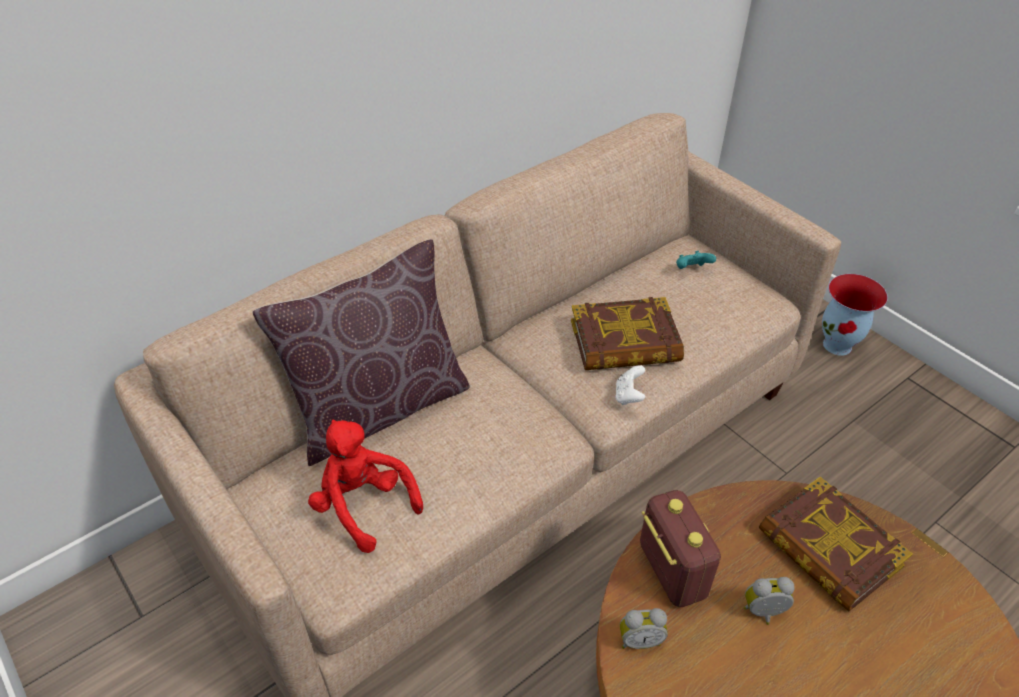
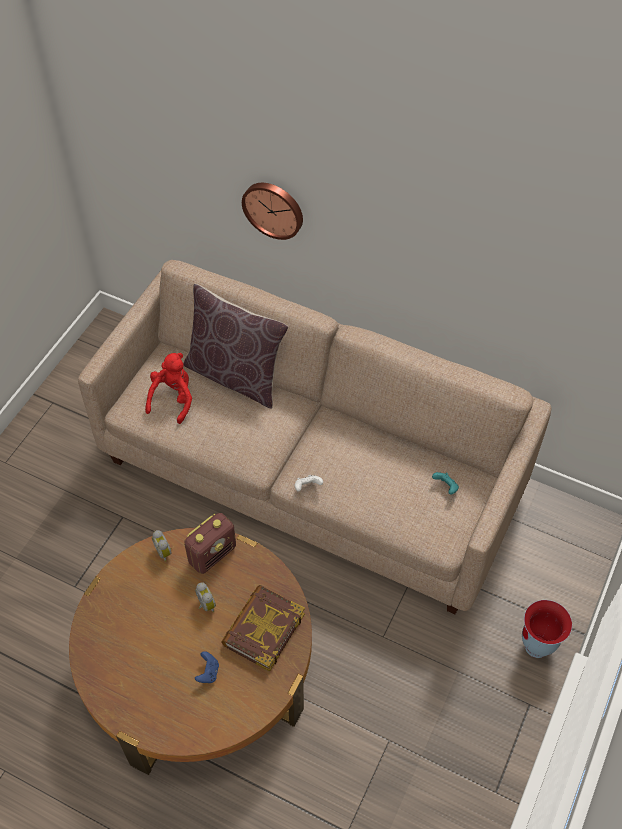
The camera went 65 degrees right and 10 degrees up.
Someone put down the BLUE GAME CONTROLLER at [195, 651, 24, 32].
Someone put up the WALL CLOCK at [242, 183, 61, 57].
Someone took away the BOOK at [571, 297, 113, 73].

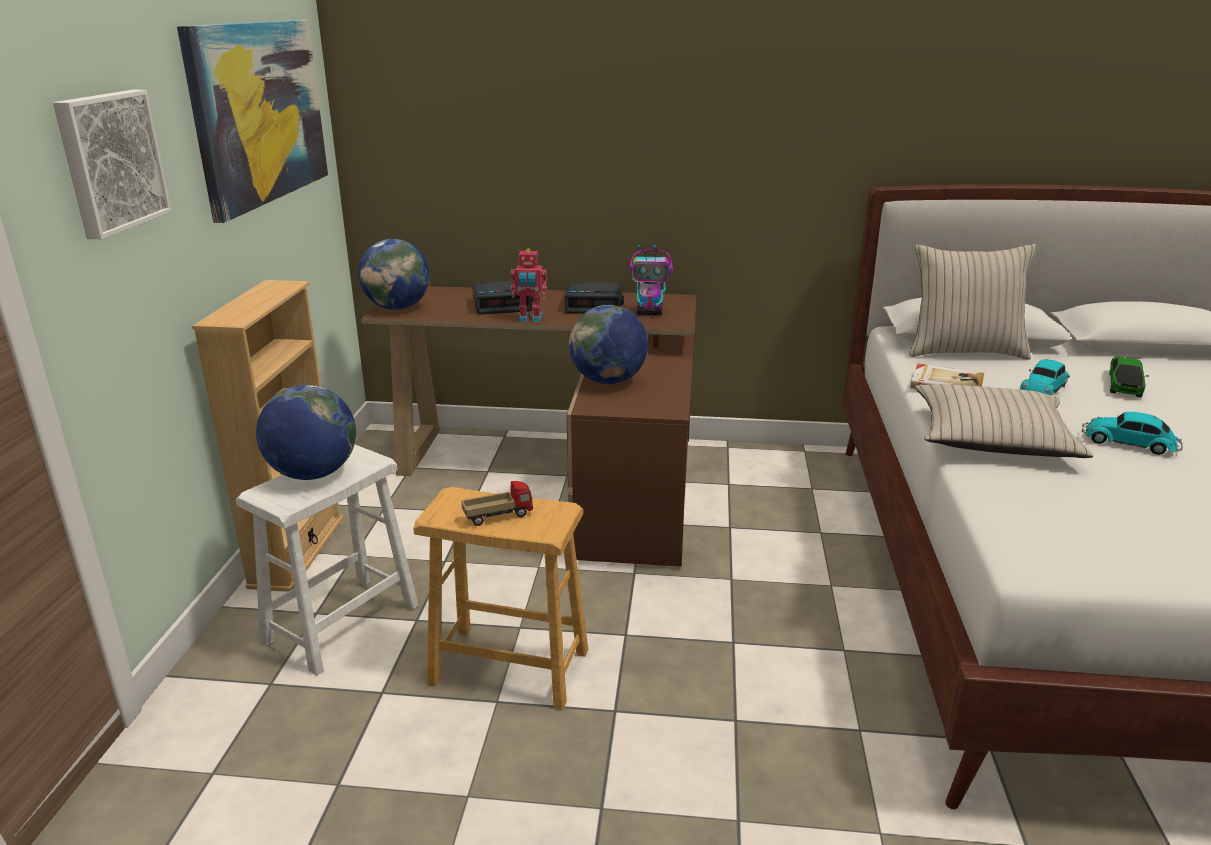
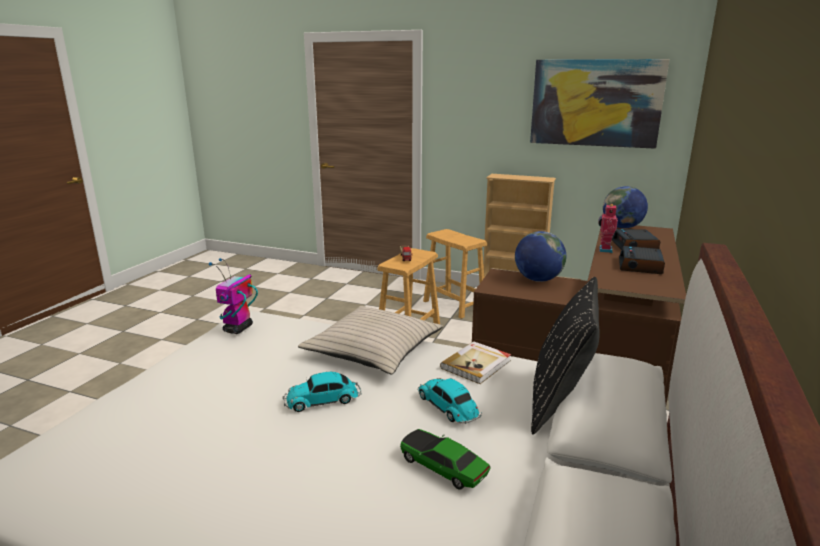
The camera went 105 degrees right and 5 degrees down.
Someone carried the TOY ROBOT from [629, 244, 44, 71] to [209, 258, 49, 76].
Someone rotated the TOY CAR at [1082, 412, 101, 43] by 150 degrees counterclockwise.
Someone repainted the WHITE STOOL at [236, 444, 183, 231], which became the BROWN STOOL at [423, 229, 64, 90].
Someone repainted the BEIGE PILLOW at [909, 244, 127, 116], which became the BLACK PILLOW at [531, 277, 69, 158].
Someone took away the PICTURE at [53, 90, 119, 149].
Someone took away the GLOBE at [256, 385, 100, 95].

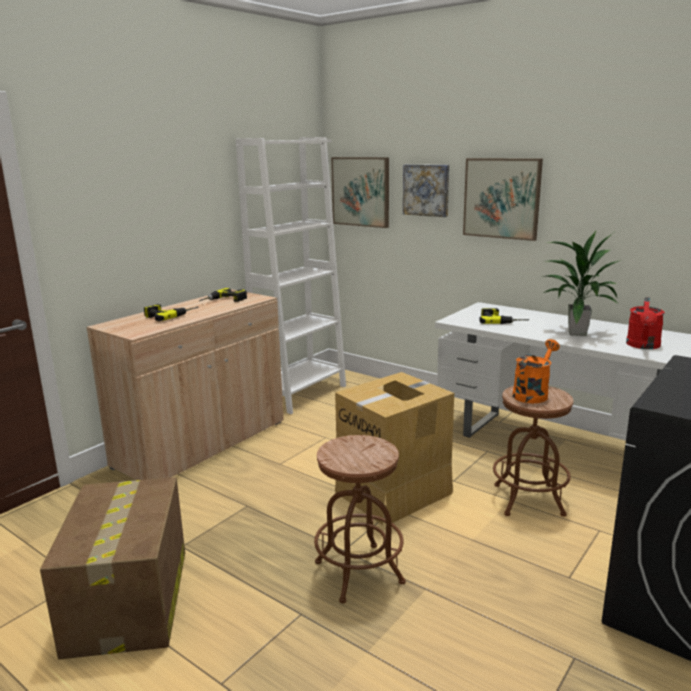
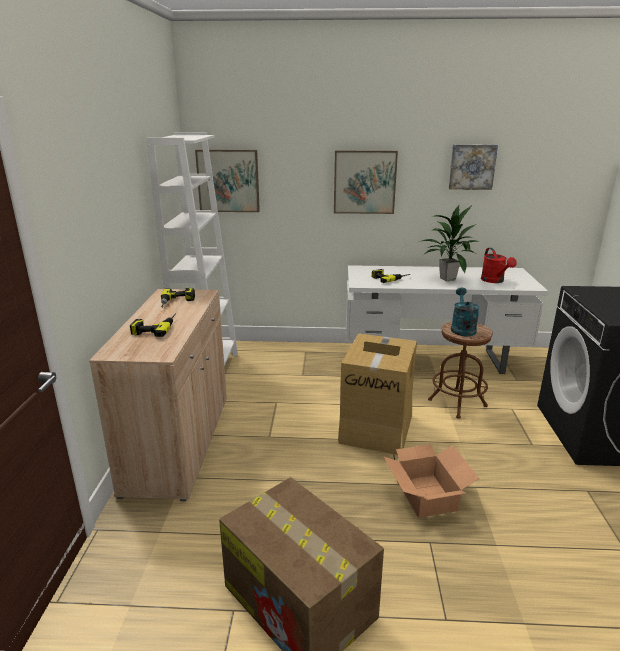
The camera went 35 degrees left and 5 degrees up.
Someone swapped the BROWN STOOL at [314, 435, 92, 168] for the CARDBOARD BOX at [383, 444, 96, 74].
Someone carried the PICTURE from [403, 164, 46, 53] to [448, 144, 50, 46].
Someone repainted the ORANGE WATERING CAN at [512, 339, 48, 64], which became the TURQUOISE WATERING CAN at [451, 288, 29, 48].

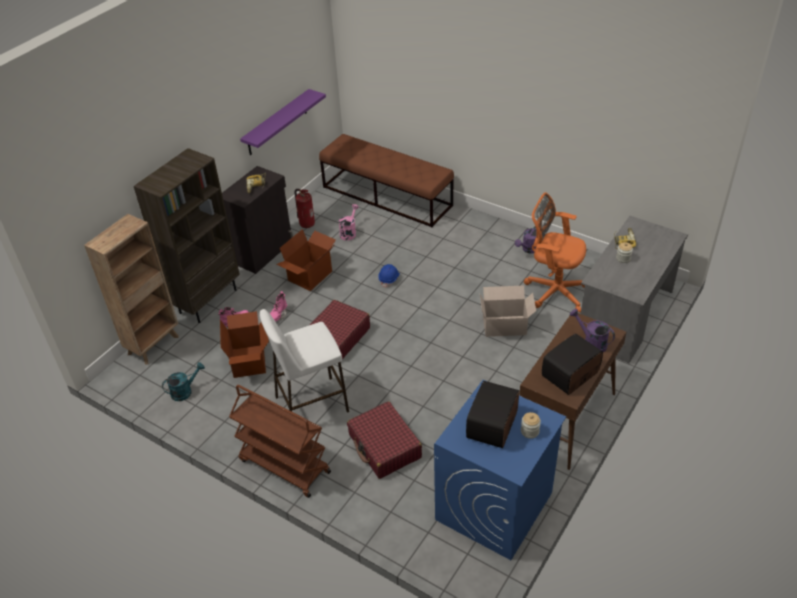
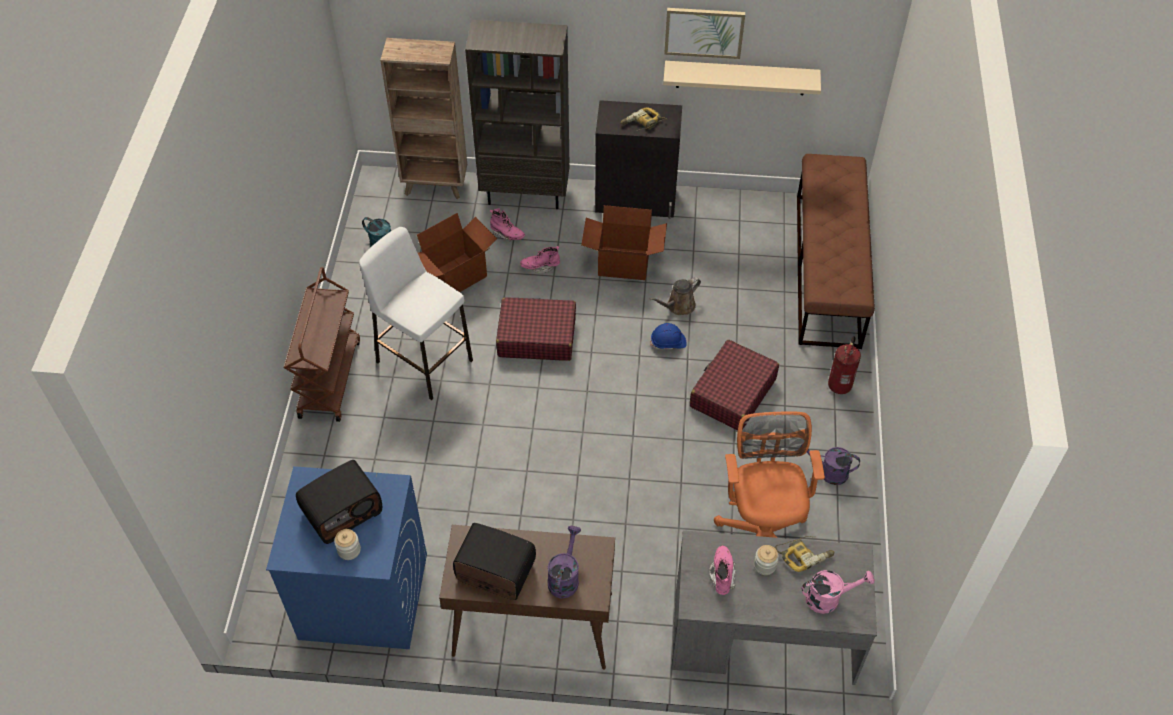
The camera went 60 degrees right and 10 degrees up.
Someone rotated the RADIO at [466, 381, 53, 67] by 150 degrees clockwise.
Someone put down the BROWN WATERING CAN at [650, 277, 51, 38].
Someone repainted the PURPLE SHELF at [240, 89, 86, 66], which became the BEIGE SHELF at [663, 61, 158, 34].
Someone put up the PICTURE at [664, 8, 81, 51].
Someone carried the RED SUITCASE from [347, 401, 75, 78] to [690, 340, 89, 90].
Someone put down the PINK BOOT at [709, 545, 27, 50].
Someone carried the PINK WATERING CAN from [339, 204, 20, 37] to [802, 570, 73, 44].
Someone carried the FIRE EXTINGUISHER from [294, 189, 21, 39] to [828, 337, 33, 57].
Someone took away the CARDBOARD BOX at [480, 286, 56, 51].

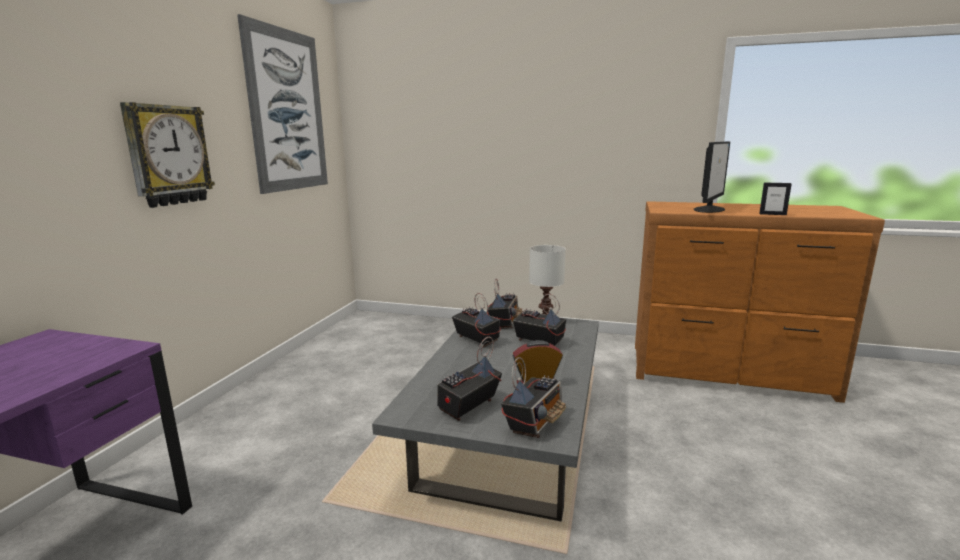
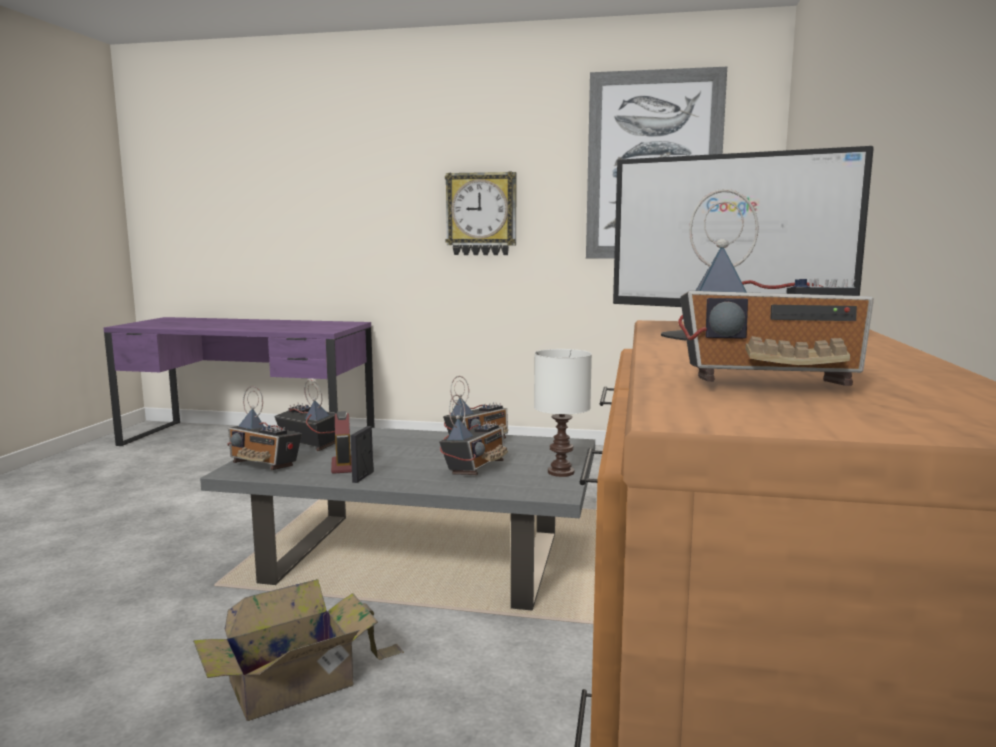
The camera went 85 degrees right and 5 degrees down.
Someone put down the CARDBOARD BOX at [193, 579, 211, 142].
Someone carried the PICTURE FRAME from [759, 182, 33, 33] to [351, 426, 23, 57].
Someone carried the RADIO from [487, 279, 35, 50] to [678, 189, 196, 197].

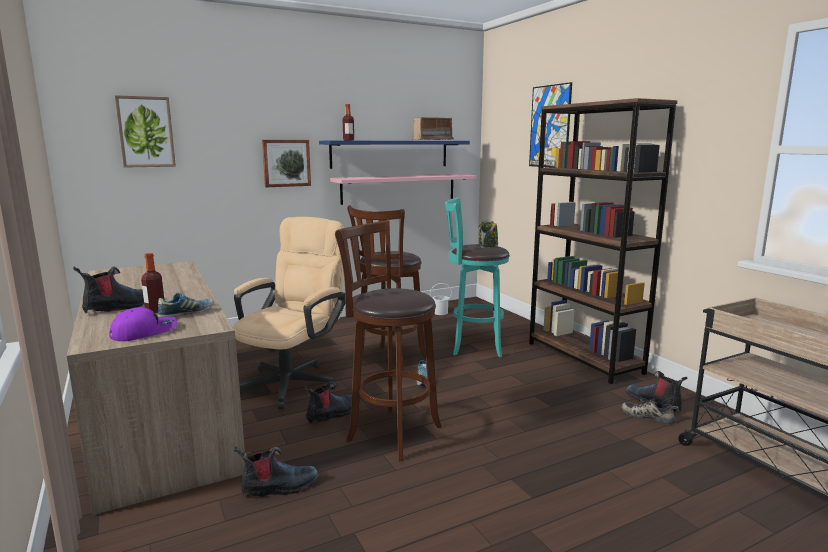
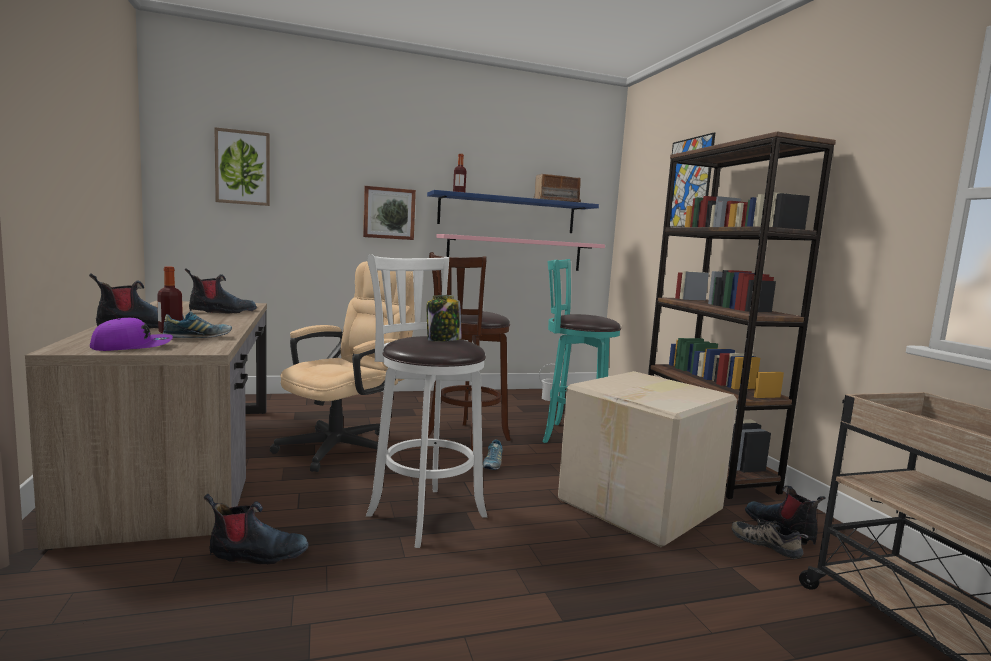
The camera went 10 degrees right and 5 degrees down.
Someone carried the BOOT from [303, 381, 49, 43] to [185, 268, 72, 45].
Someone repainted the BROWN STOOL at [335, 220, 107, 241], which became the WHITE STOOL at [366, 254, 121, 294].
Someone carried the JAR from [479, 221, 19, 27] to [427, 295, 34, 46].
Someone put down the CARDBOARD BOX at [558, 371, 179, 176].

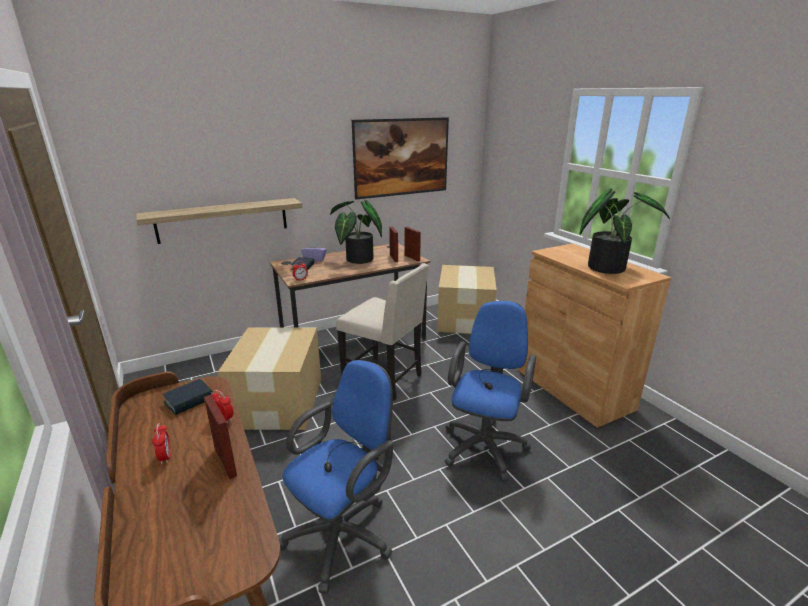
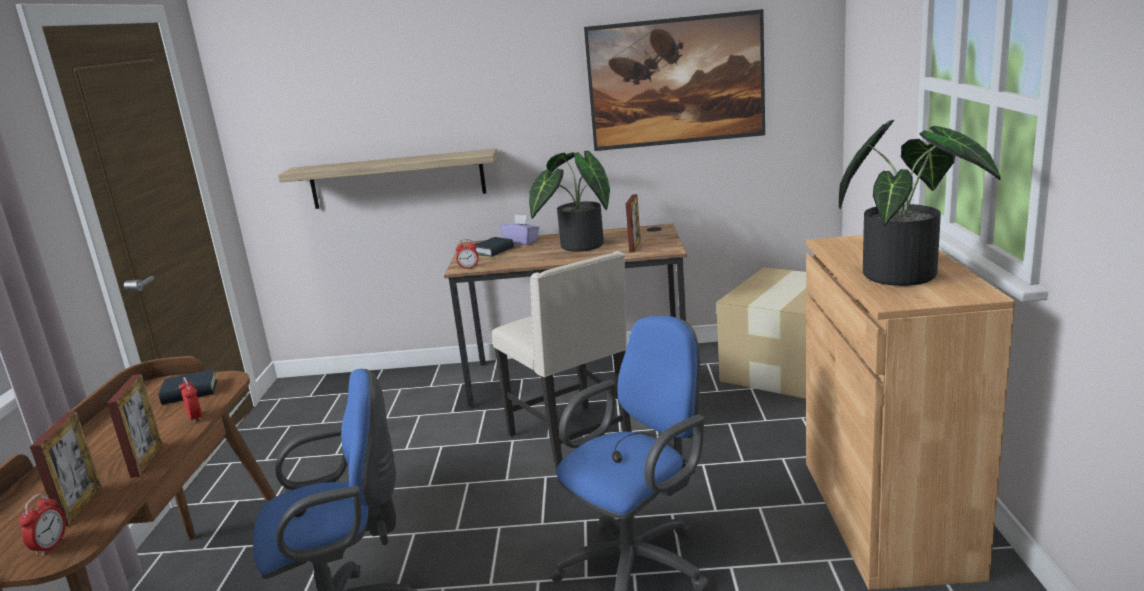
The camera went 30 degrees right and 5 degrees down.
Someone carried the ALARM CLOCK from [152, 423, 19, 41] to [19, 494, 47, 62].
Someone carried the PICTURE FRAME from [404, 227, 17, 35] to [30, 411, 71, 116].
Someone took away the CARDBOARD BOX at [218, 327, 103, 103].

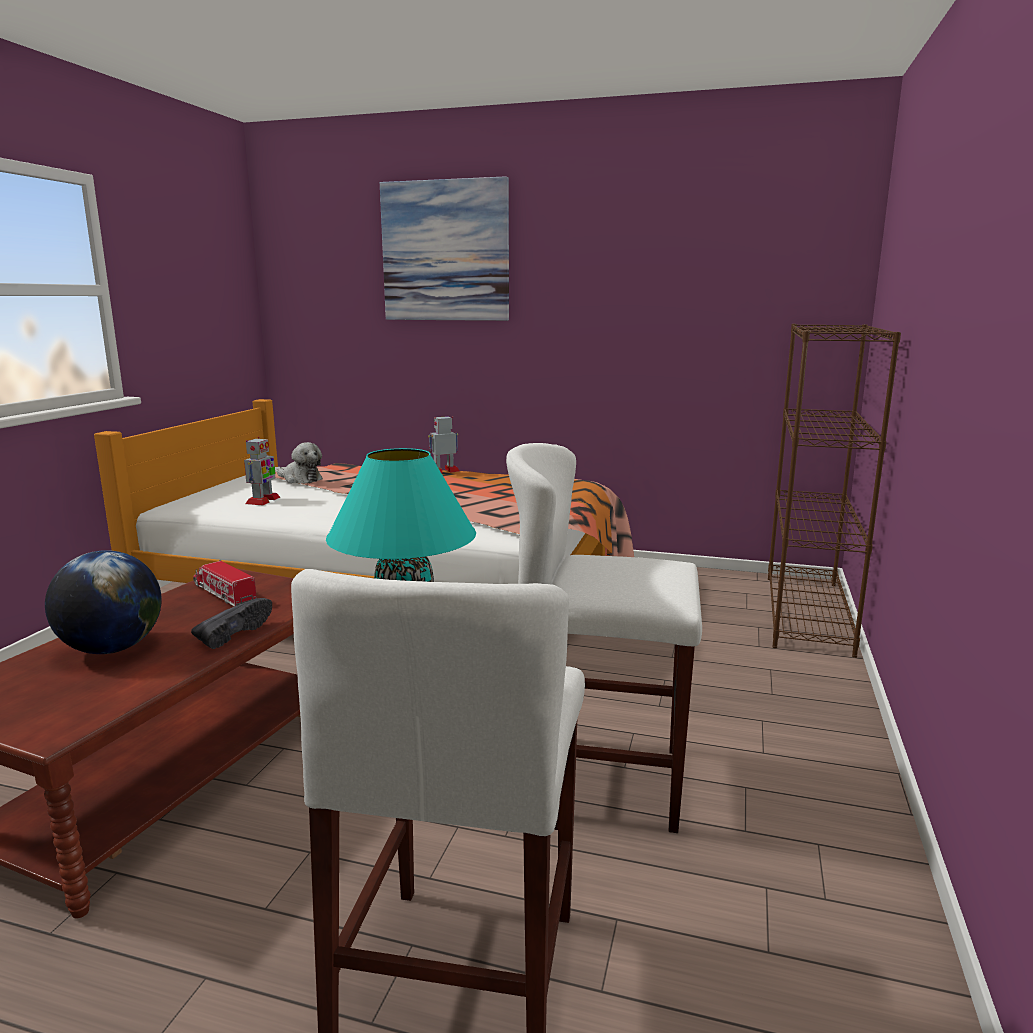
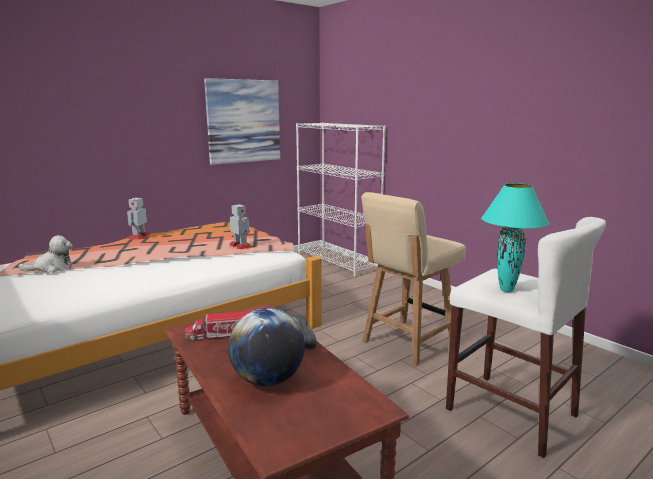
The camera went 55 degrees left and 0 degrees up.
Someone carried the PICTURE from [380, 176, 129, 145] to [204, 78, 76, 87].
Someone carried the TOY ROBOT from [244, 437, 36, 68] to [229, 204, 23, 46].
Someone repainted the BROWN BOOKCASE at [768, 324, 133, 334], which became the WHITE BOOKCASE at [296, 122, 90, 155].
Someone swapped the WHITE STOOL at [506, 443, 196, 390] for the BEIGE CHAIR at [361, 192, 105, 174].

